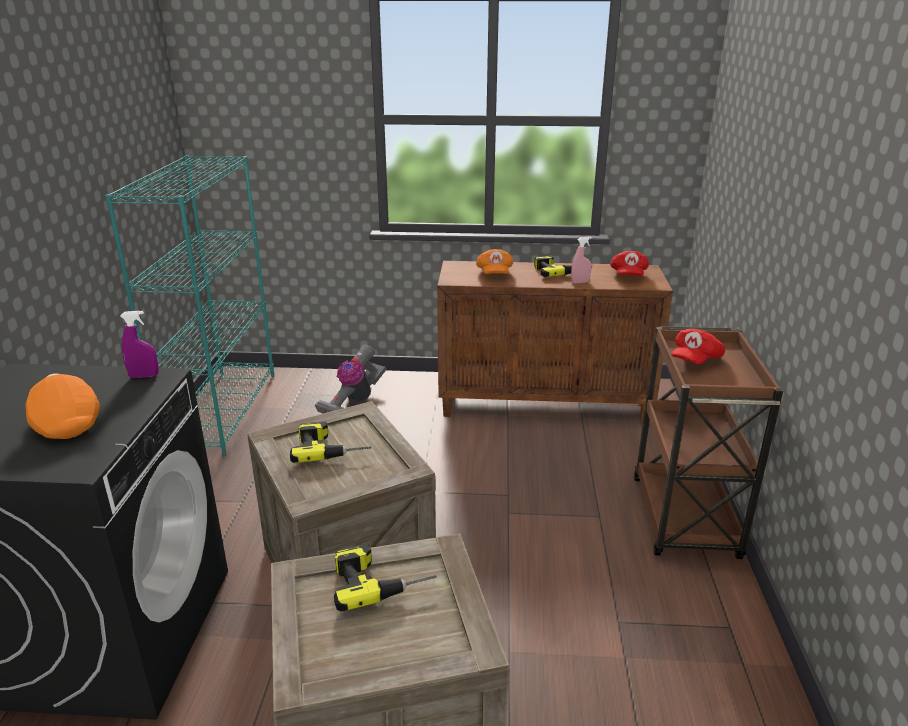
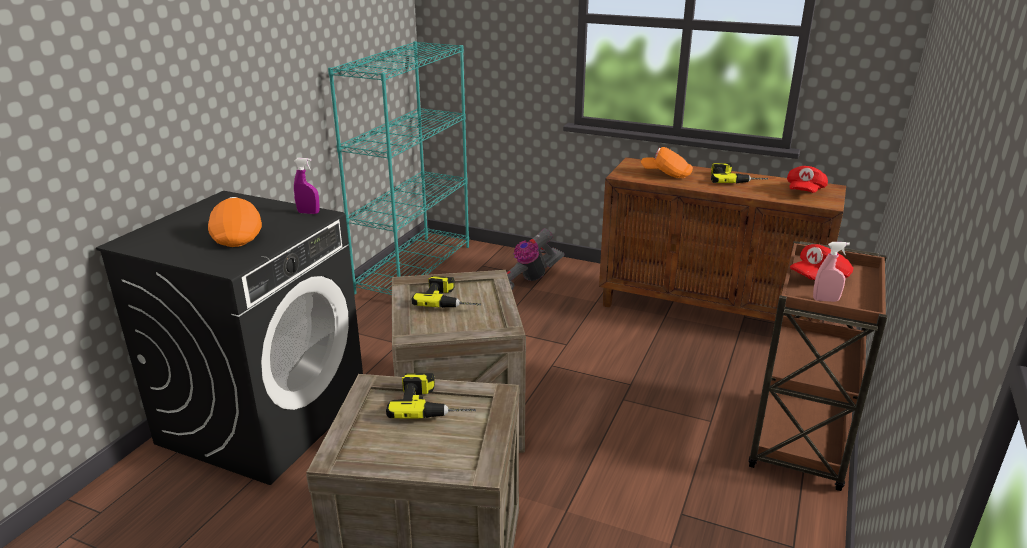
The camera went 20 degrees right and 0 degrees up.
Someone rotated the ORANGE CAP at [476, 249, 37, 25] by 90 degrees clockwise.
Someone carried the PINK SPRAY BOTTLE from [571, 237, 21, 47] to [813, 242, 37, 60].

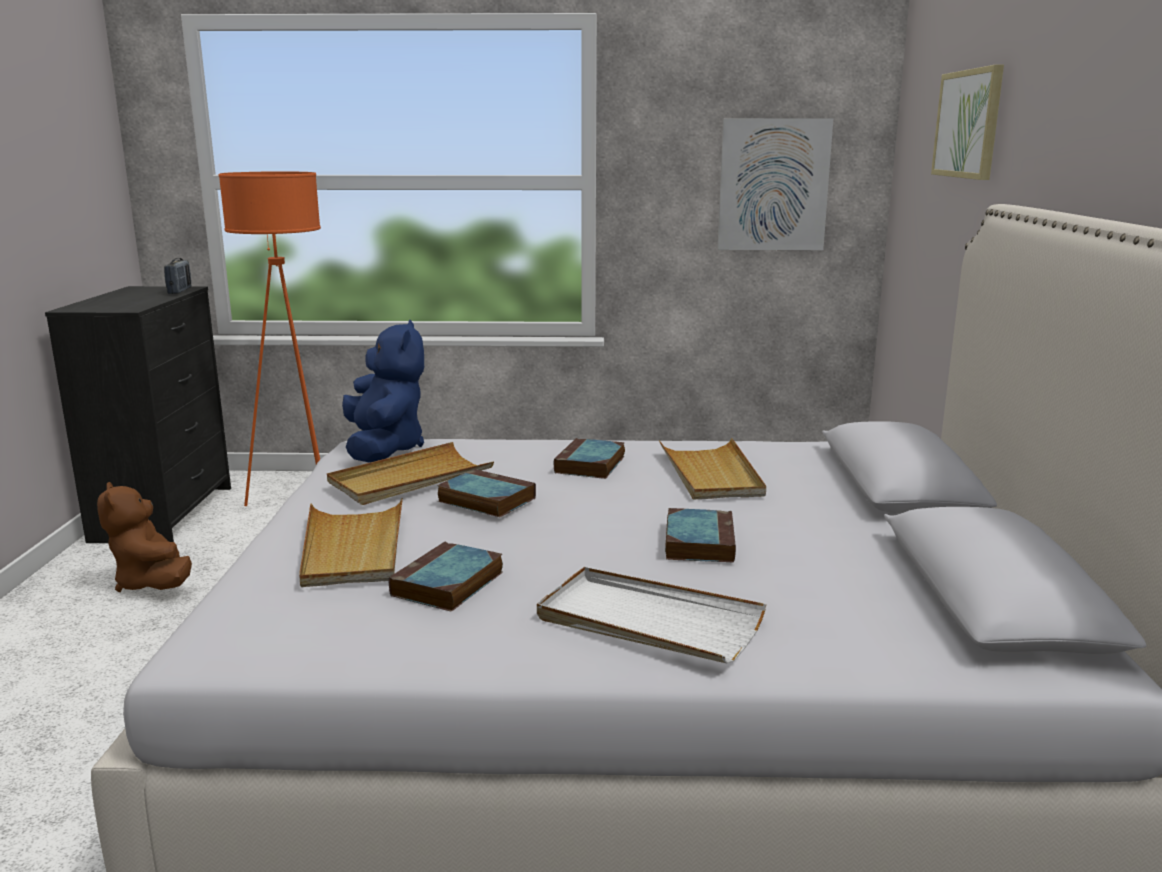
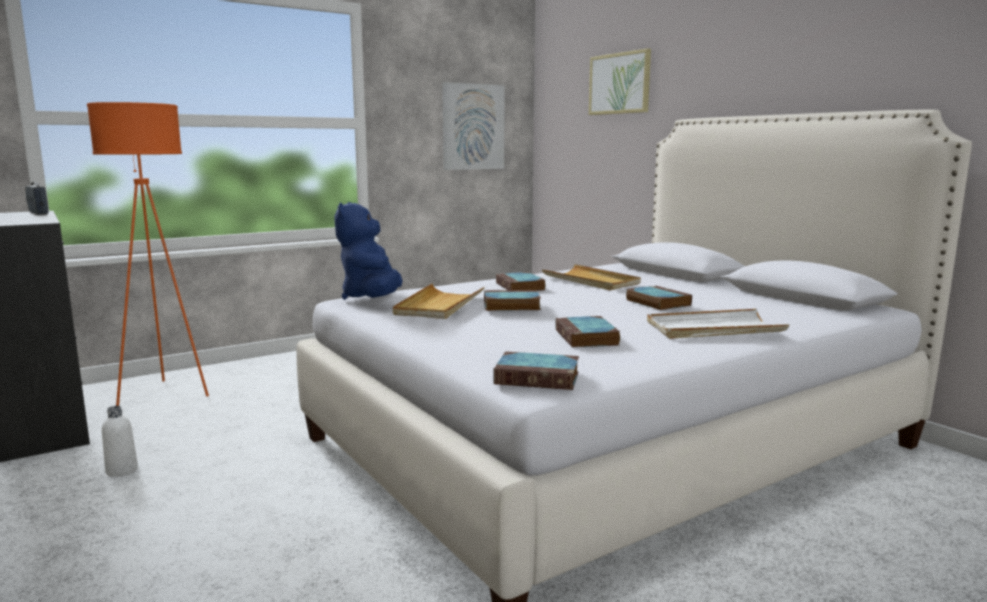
The camera went 35 degrees left and 5 degrees down.
Someone swapped the BROWN PLUSH TOY at [97, 482, 95, 110] for the WHITE BOTTLE at [102, 406, 36, 71].
Someone rotated the BLUE PLUSH TOY at [342, 320, 82, 143] by 135 degrees counterclockwise.
Someone put down the BOOK at [493, 352, 86, 38].
Someone took away the BEIGE TRAY at [299, 498, 104, 89].

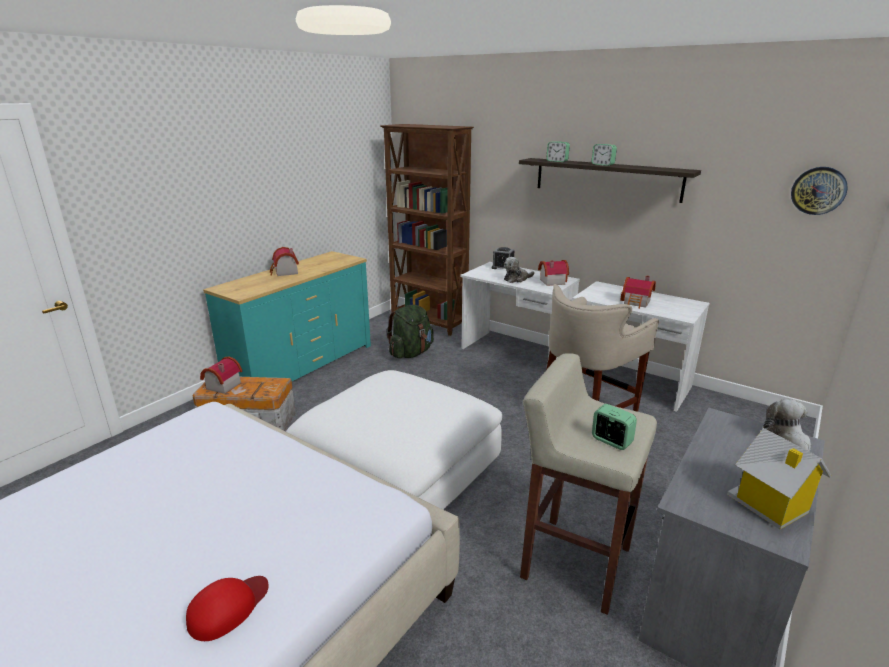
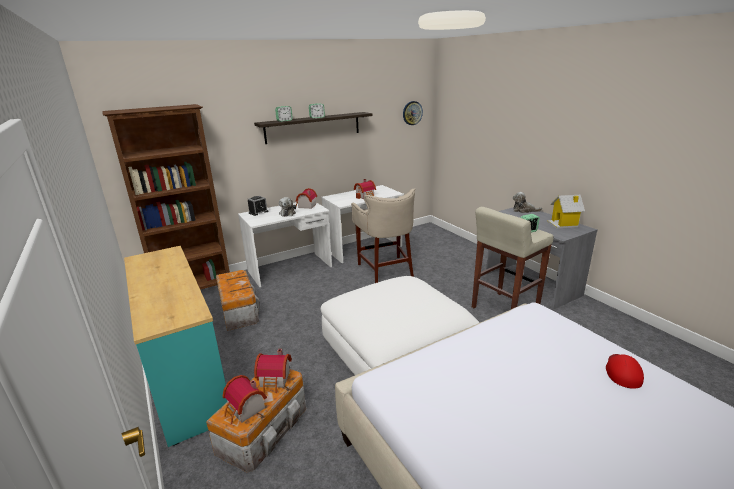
The camera went 65 degrees left and 0 degrees up.
Someone swapped the GREEN BACKPACK at [387, 304, 47, 54] for the STORAGE BOX at [216, 270, 44, 61].
Someone carried the TOY HOUSE from [270, 247, 29, 29] to [254, 349, 38, 44].
Someone rotated the RED CAP at [186, 576, 82, 65] by 45 degrees clockwise.

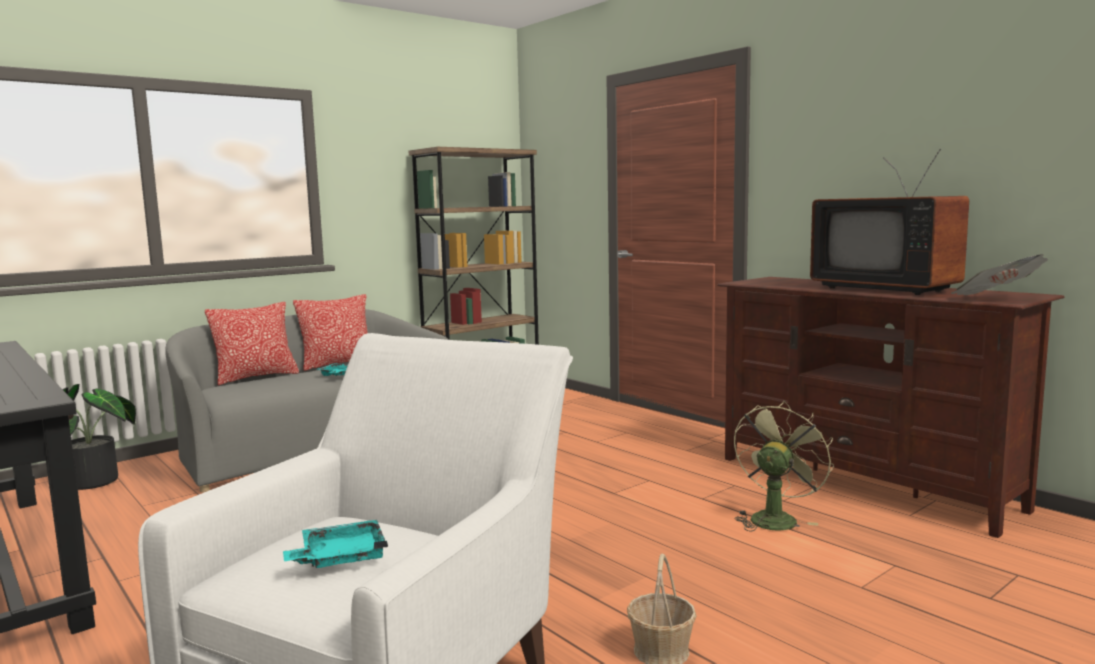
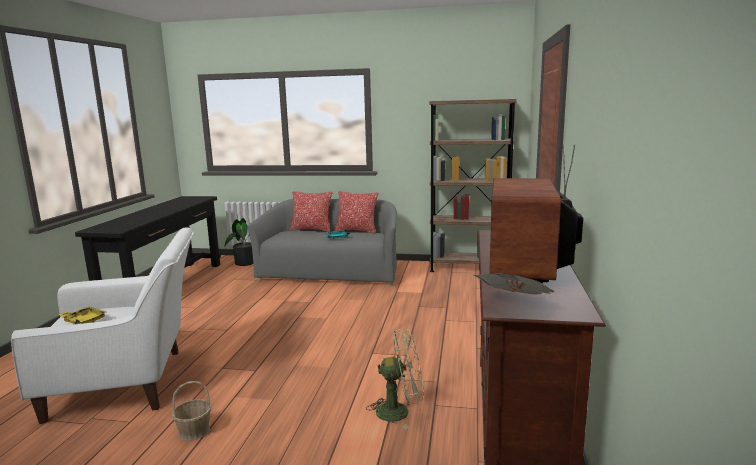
The camera went 50 degrees right and 5 degrees up.
Someone repainted the TURQUOISE TRAY at [283, 520, 105, 48], which became the YELLOW TRAY at [58, 306, 49, 18].

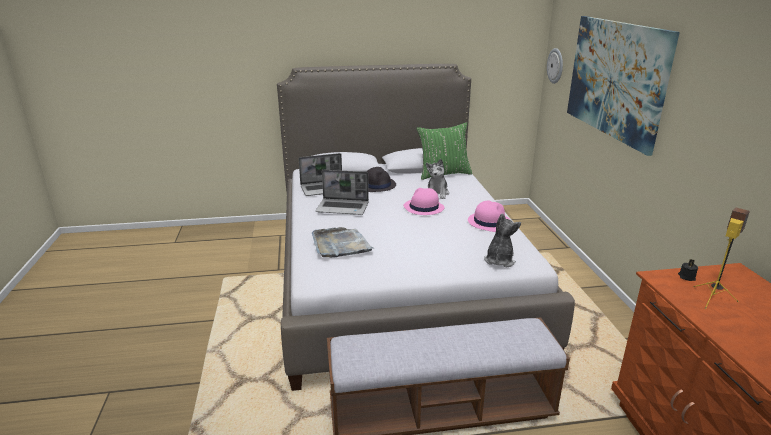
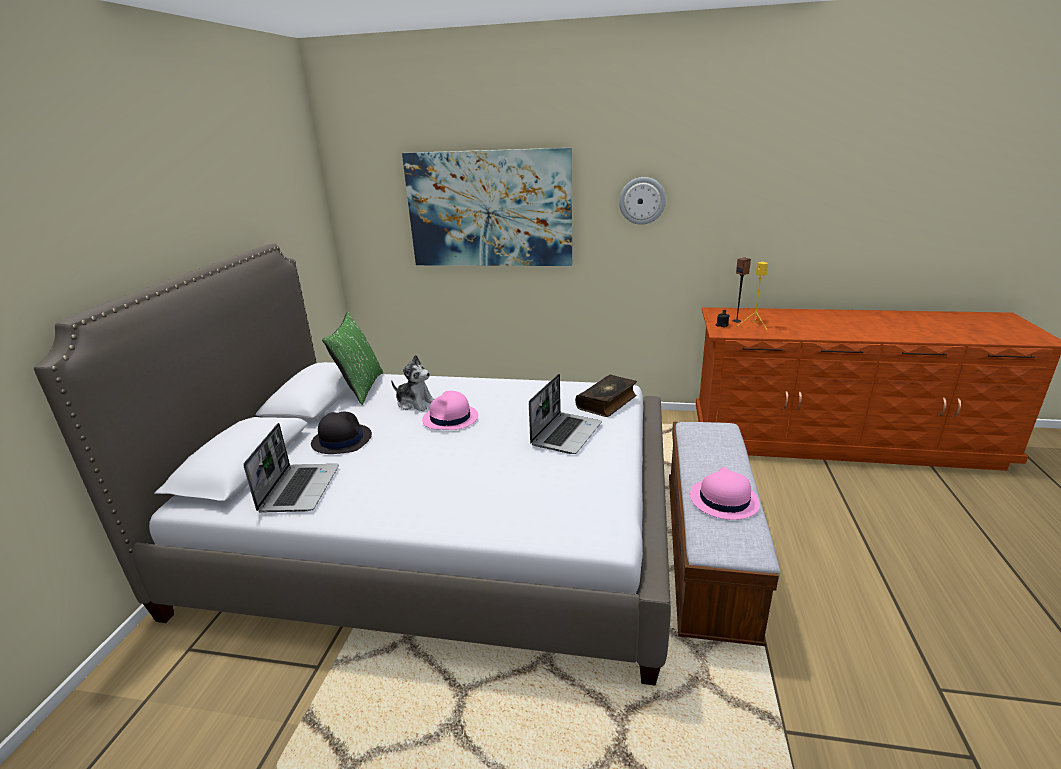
The camera went 70 degrees left and 0 degrees up.
Someone carried the LAPTOP from [315, 170, 54, 45] to [529, 374, 73, 80].
Someone swapped the PLUSH TOY at [484, 213, 37, 54] for the BOOK at [575, 375, 62, 42].
Someone carried the WALL CLOCK from [547, 48, 16, 36] to [619, 177, 47, 48].
Someone carried the PINK HAT from [468, 200, 41, 32] to [690, 467, 70, 53].
Someone took away the GREY TRAY at [312, 227, 62, 31].

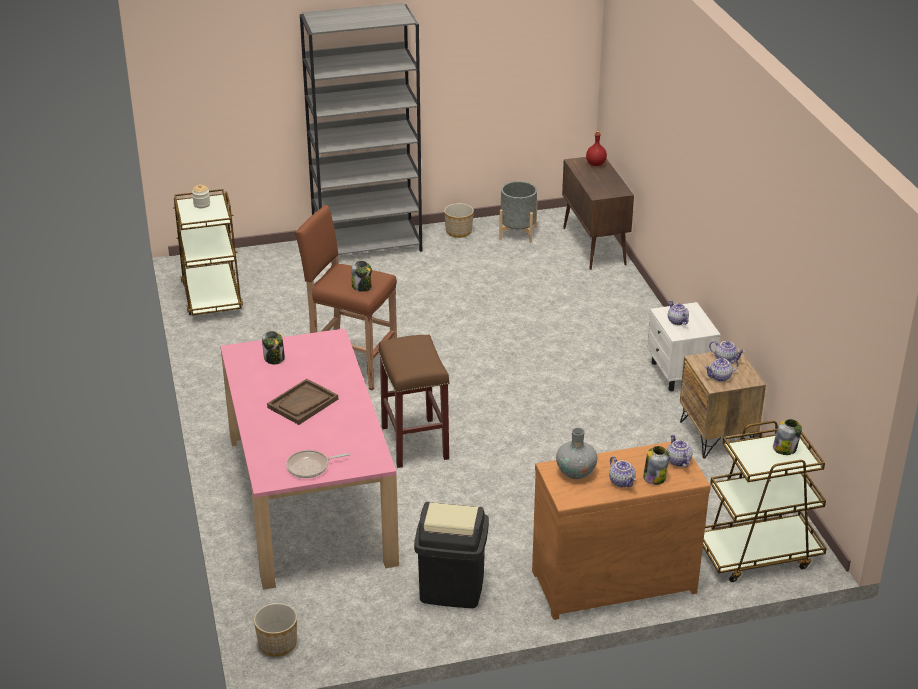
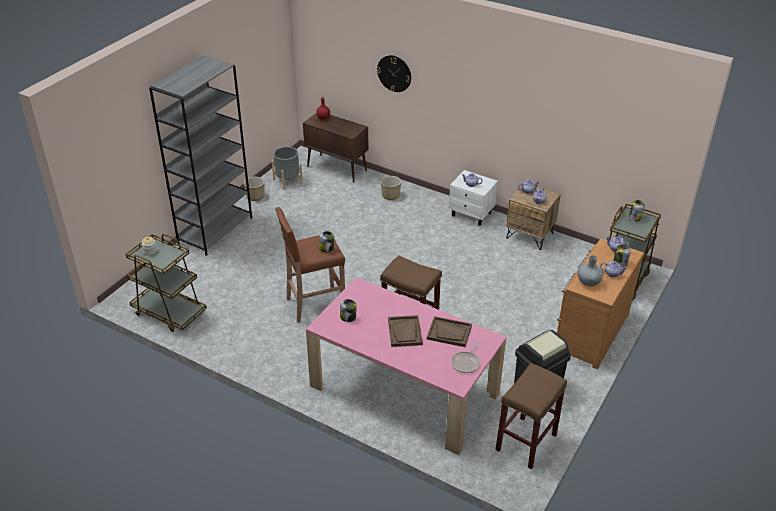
The camera went 45 degrees left and 5 degrees up.
Someone put up the WALL CLOCK at [377, 55, 34, 37].
Someone carried the PLANTER from [254, 603, 43, 54] to [381, 176, 20, 24].
Someone put down the BROWN TRAY at [427, 316, 45, 31].
Someone put down the BROWN STOOL at [496, 363, 71, 106].

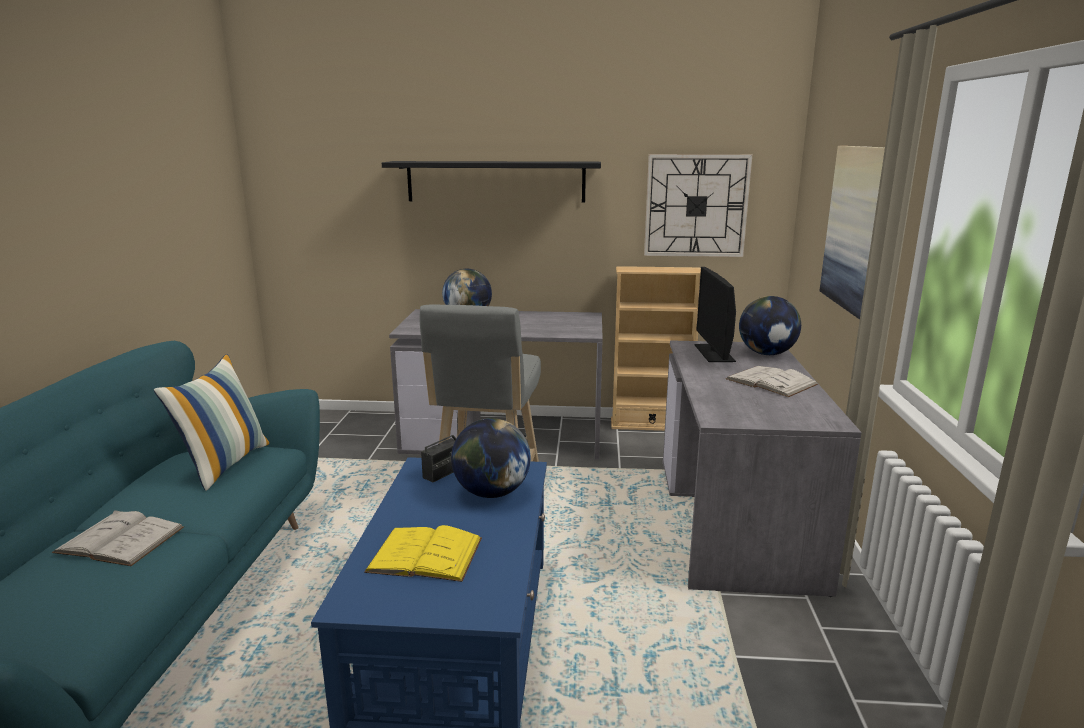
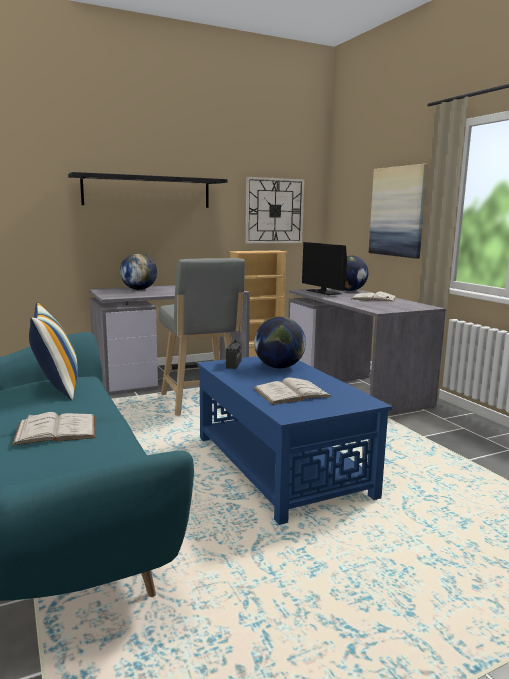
The camera went 30 degrees left and 5 degrees down.
Someone repainted the YELLOW BOOK at [364, 525, 118, 57], which became the WHITE BOOK at [253, 377, 79, 27].

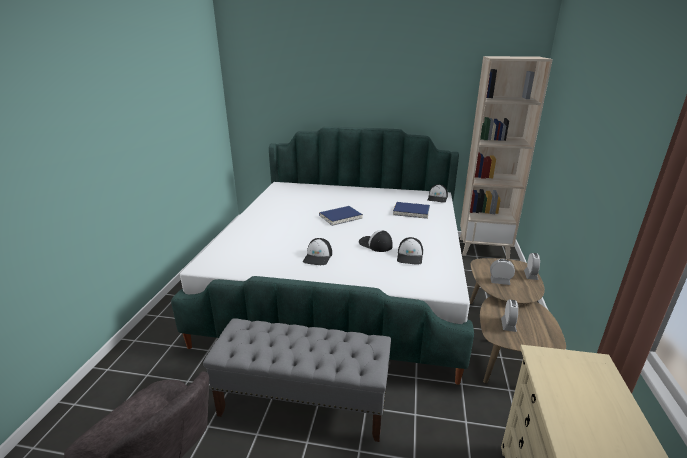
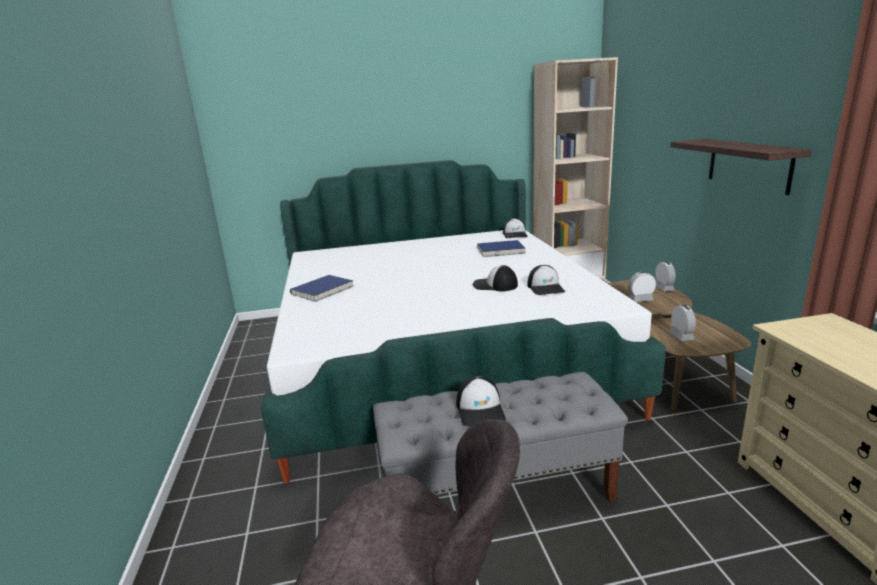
The camera went 20 degrees left and 5 degrees down.
Someone carried the BLUE BOOK from [319, 206, 44, 20] to [290, 275, 64, 27].
Someone carried the CAP from [303, 238, 29, 27] to [456, 376, 50, 51].
Someone put up the SHELF at [670, 139, 142, 56].

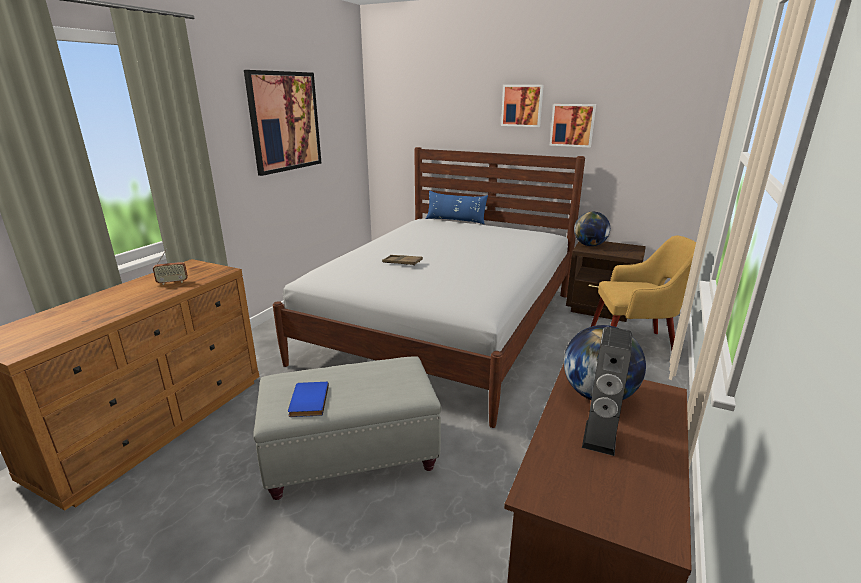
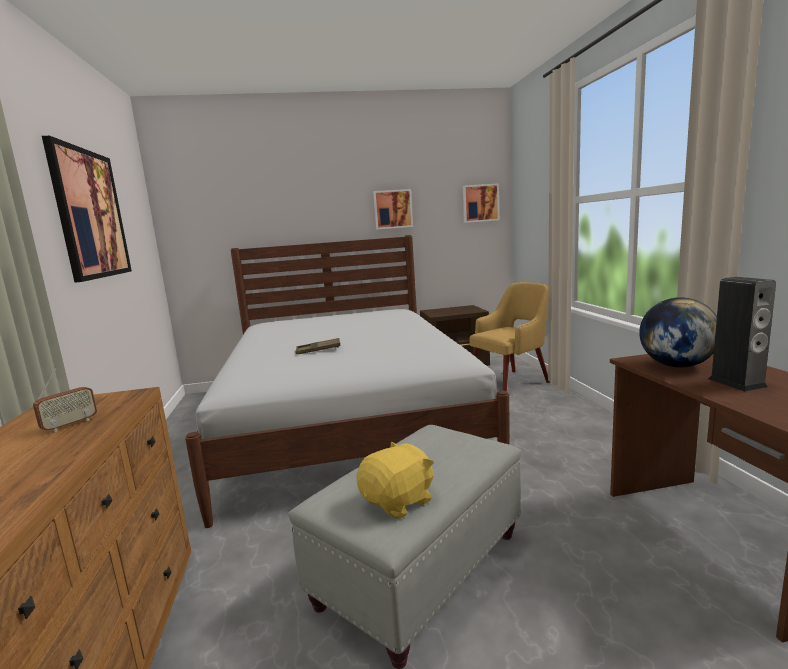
The camera went 35 degrees left and 10 degrees down.
Someone swapped the BLUE BOOK at [288, 382, 41, 35] for the YELLOW PLUSH TOY at [356, 441, 78, 78].
Someone carried the PICTURE from [501, 85, 43, 42] to [463, 183, 36, 40].
Someone took away the BLUE PILLOW at [426, 190, 62, 34].
Someone took away the GLOBE at [574, 212, 36, 34].

